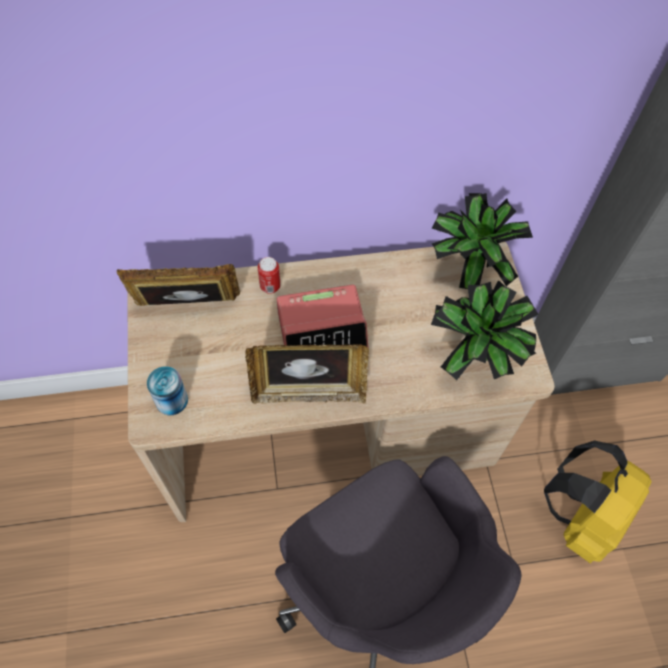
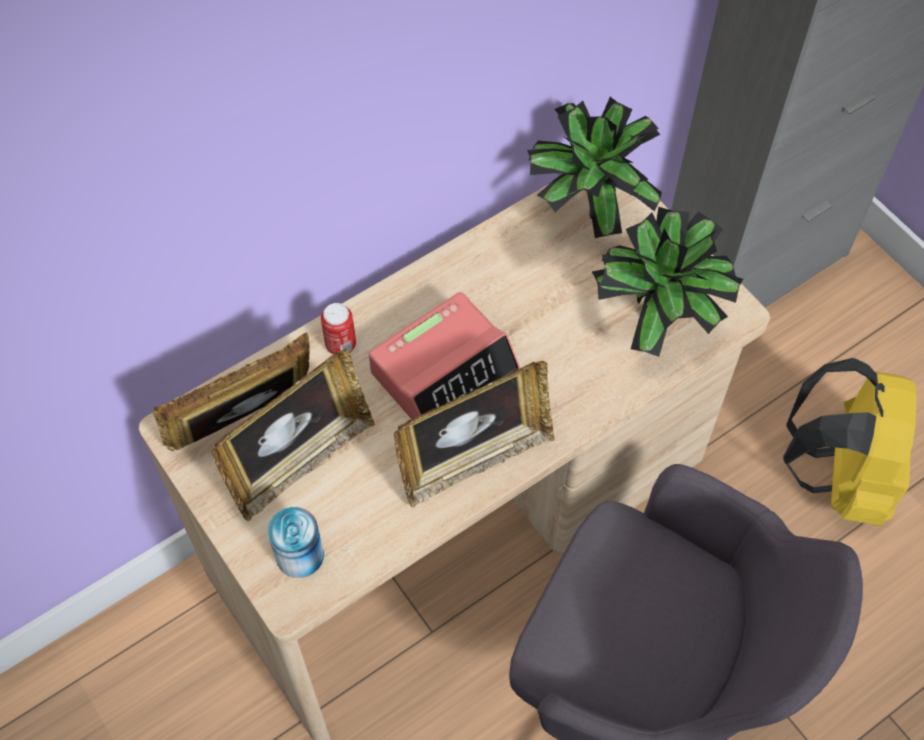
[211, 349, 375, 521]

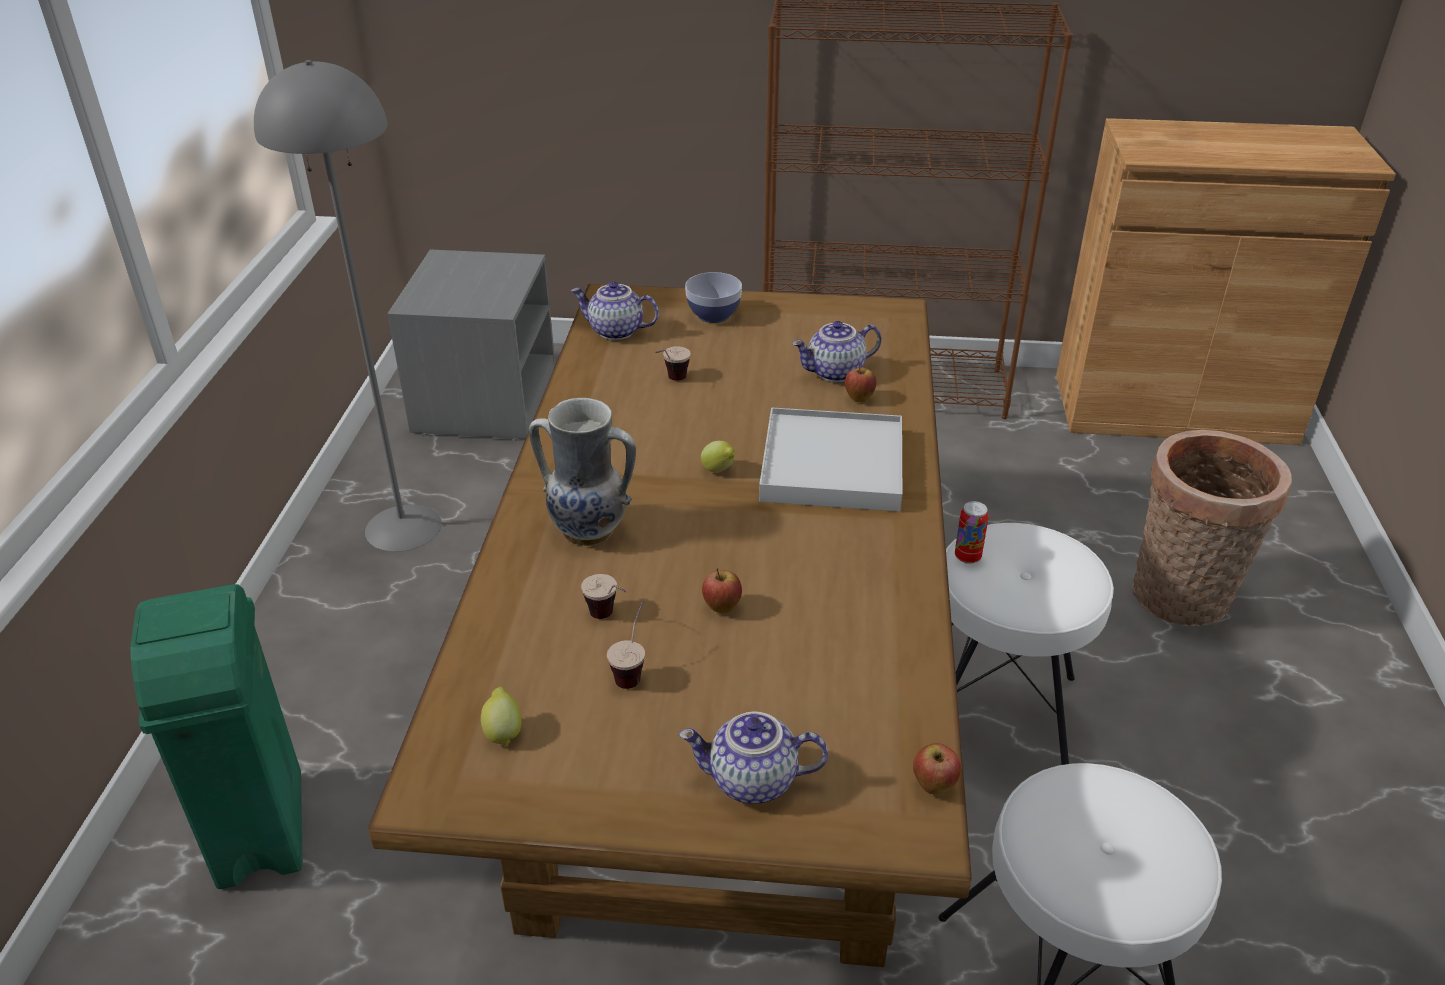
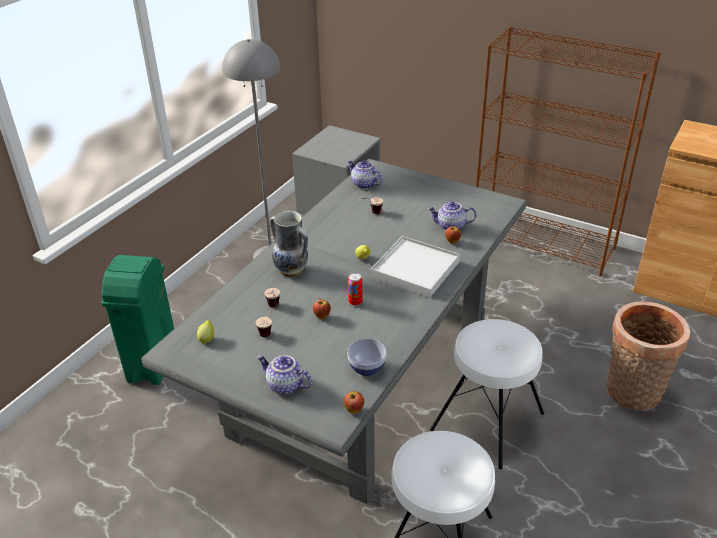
[141, 159, 527, 504]
[347, 339, 386, 376]
[348, 273, 363, 306]

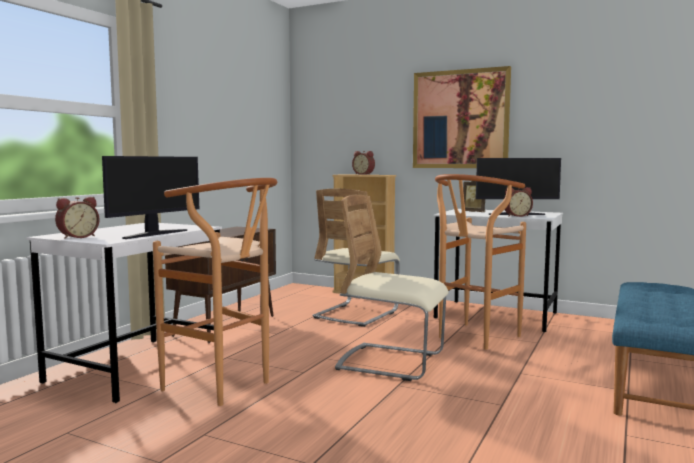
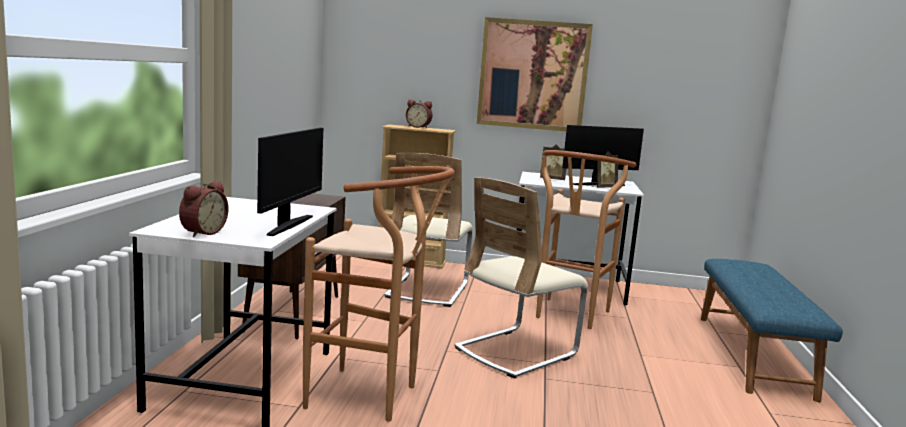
[454, 177, 588, 379]
[592, 151, 618, 188]

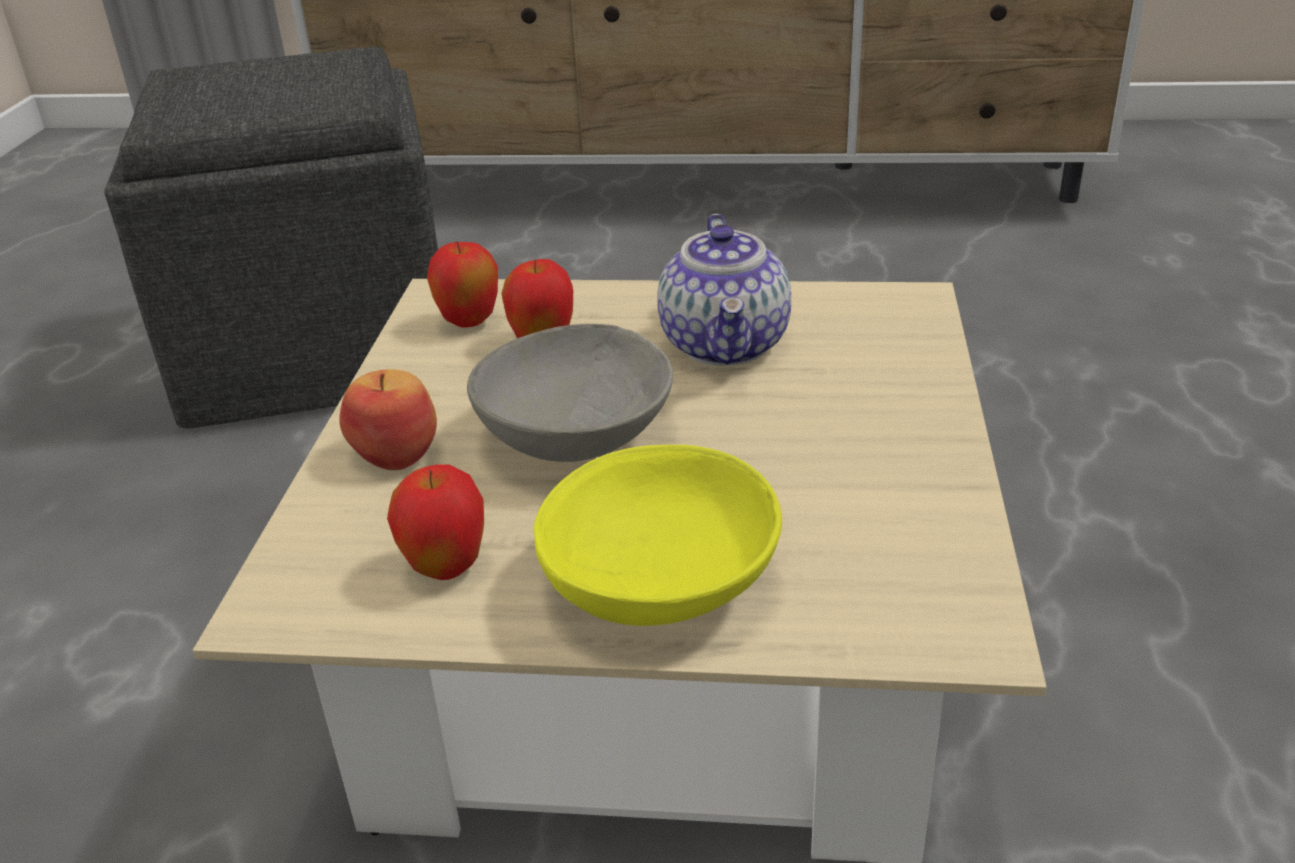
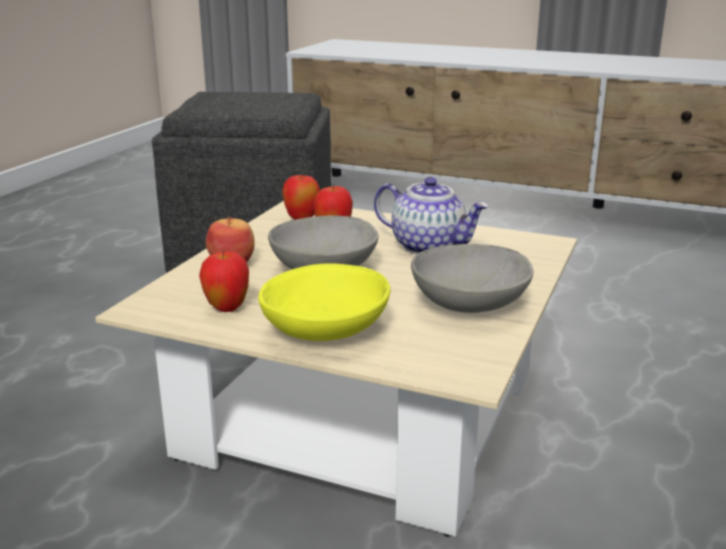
[374, 177, 489, 254]
[411, 244, 534, 313]

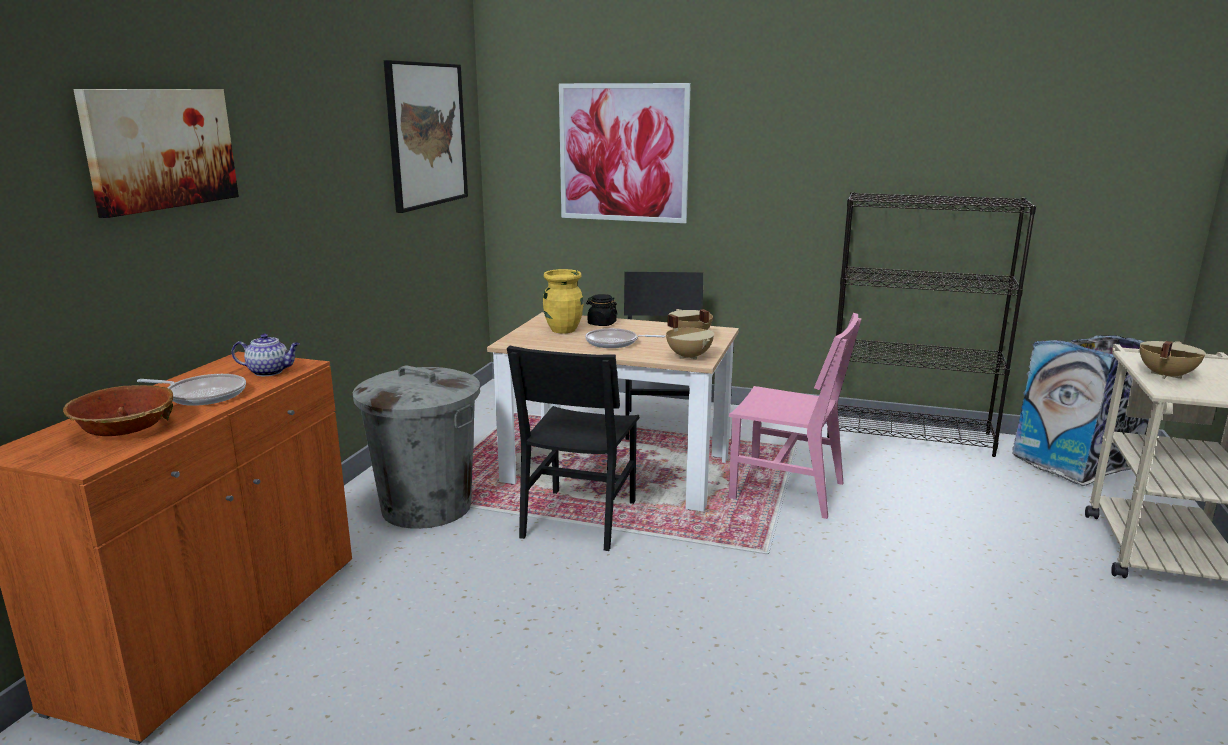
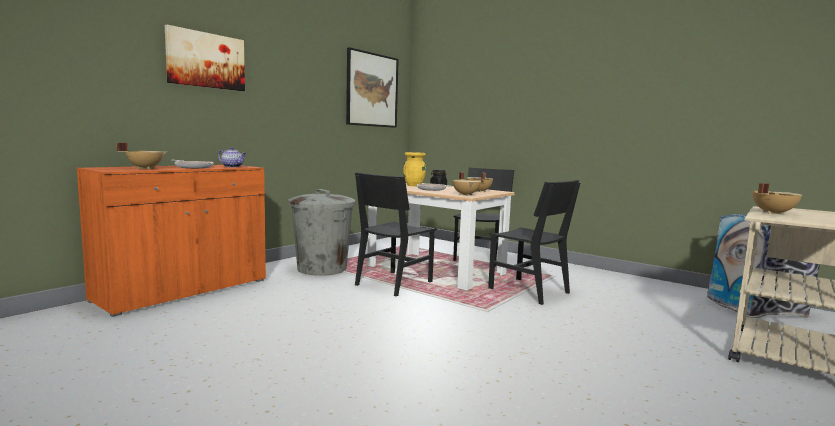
[117, 143, 167, 169]
[488, 180, 580, 305]
[559, 83, 691, 223] (first image)
[827, 192, 1036, 457] (first image)

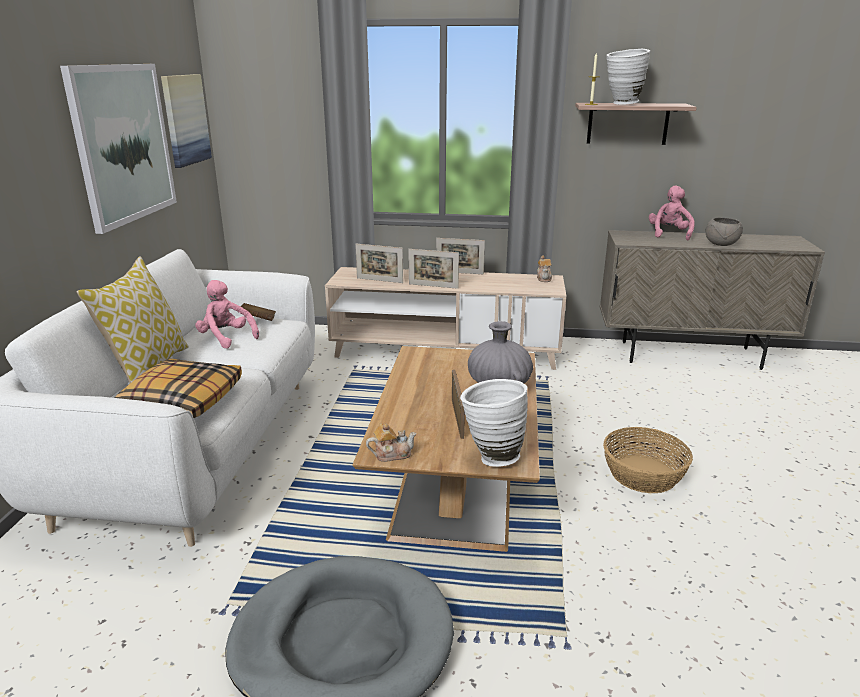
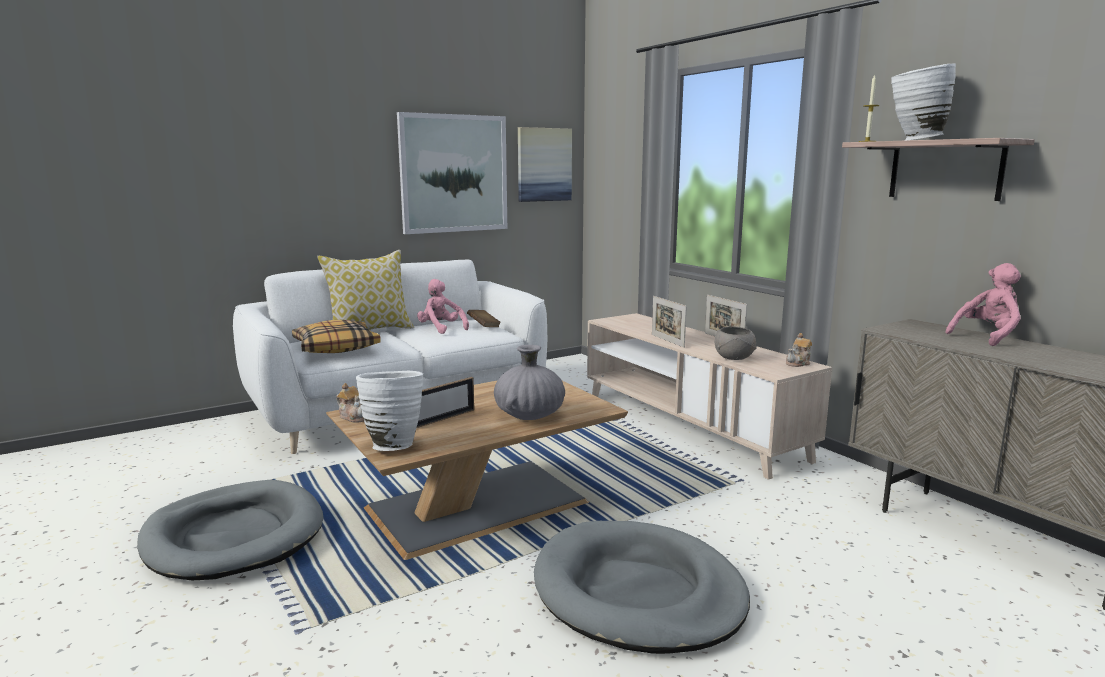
[417, 279, 469, 334]
[534, 521, 750, 654]
[715, 326, 757, 360]
[355, 244, 403, 283] (first image)

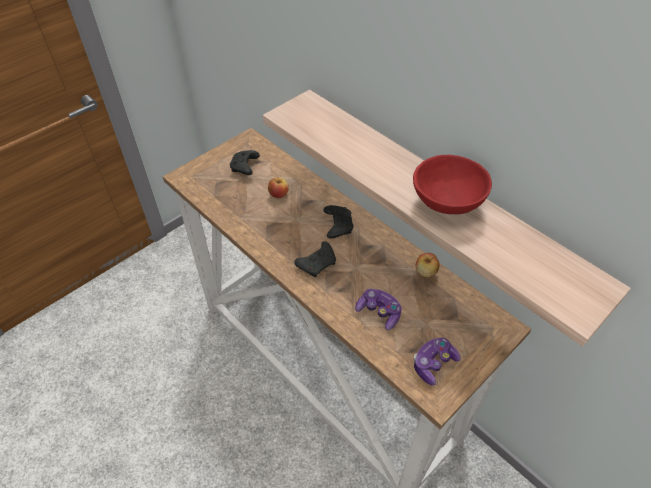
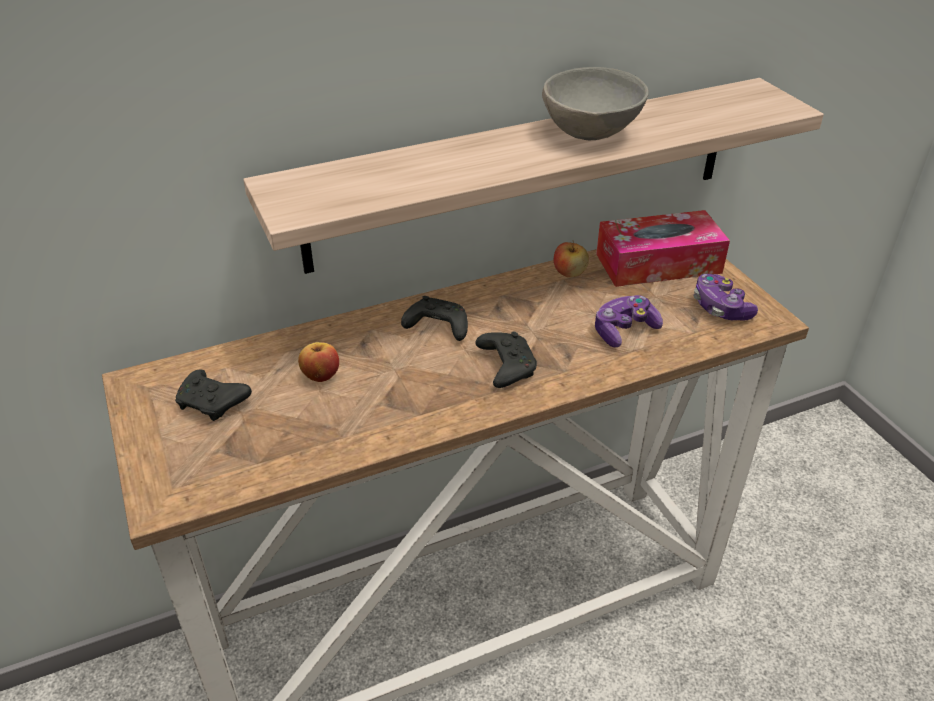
[542, 67, 649, 140]
[596, 210, 730, 287]

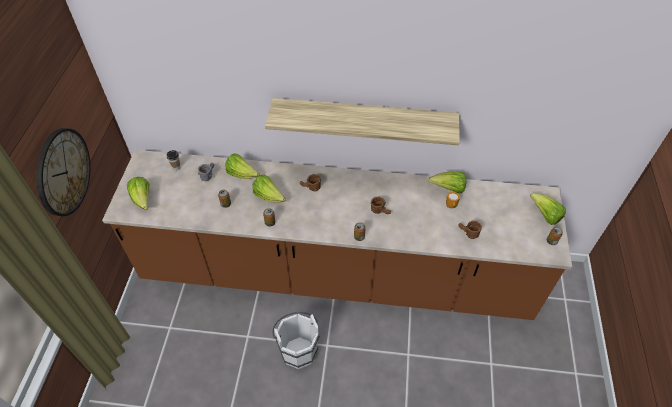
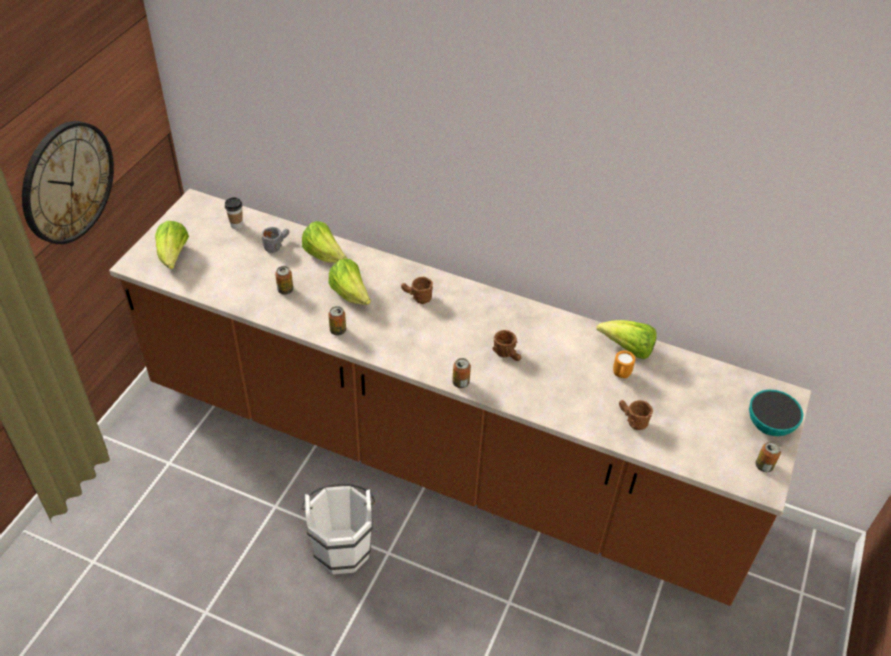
[749, 390, 803, 436]
[265, 98, 460, 145] (first image)

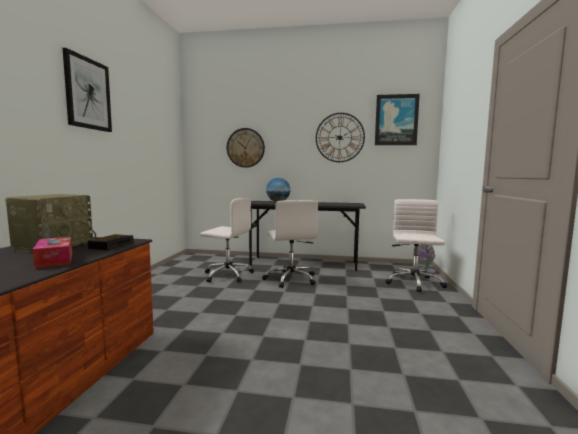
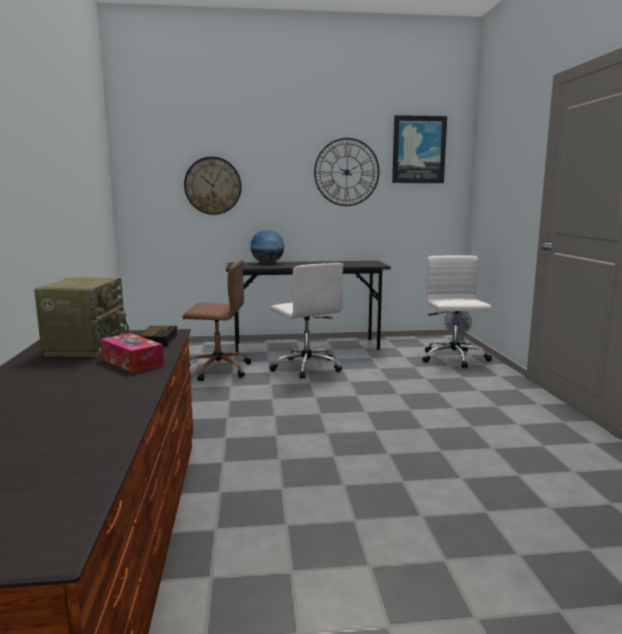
[182, 260, 251, 381]
[63, 48, 112, 132] (first image)

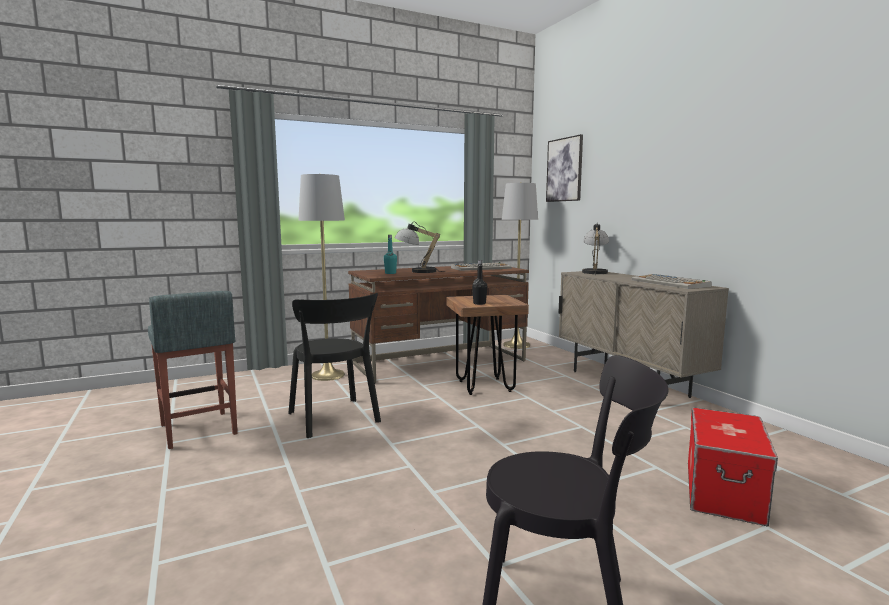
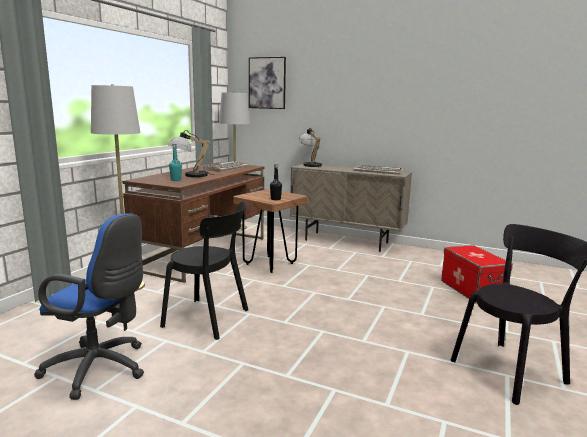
[34, 213, 144, 400]

